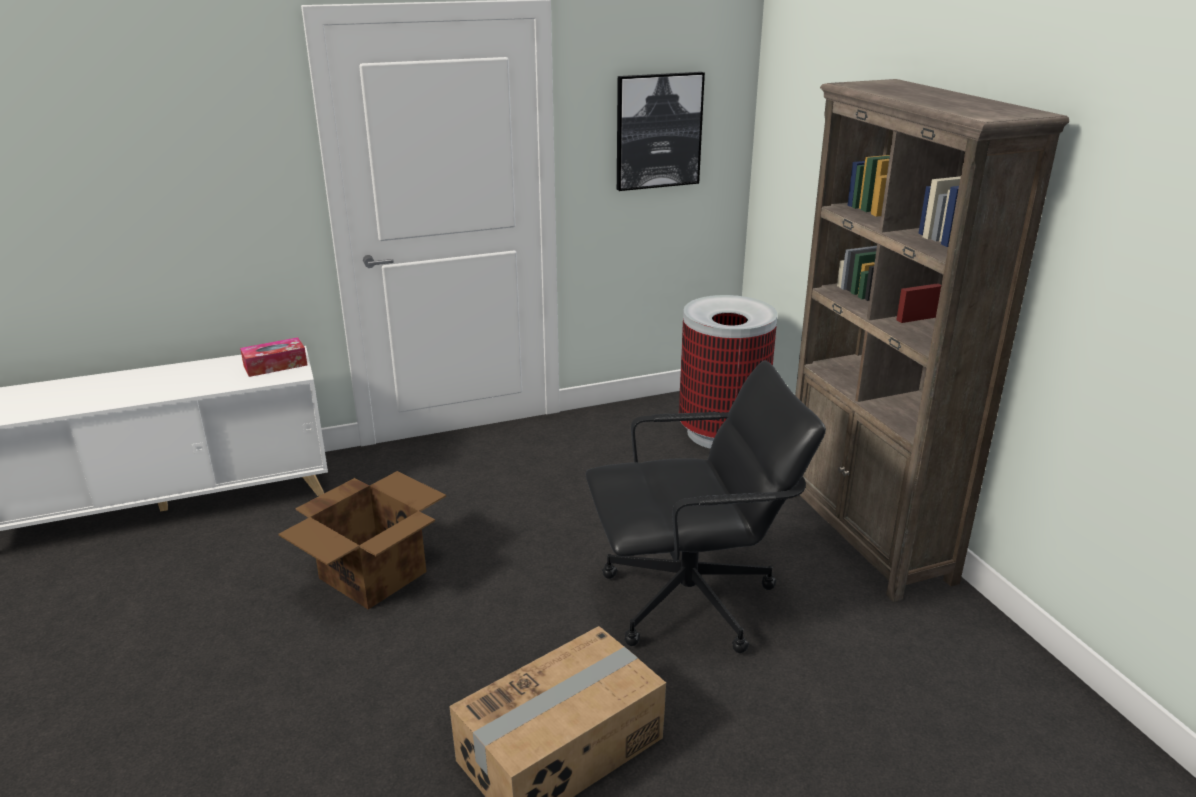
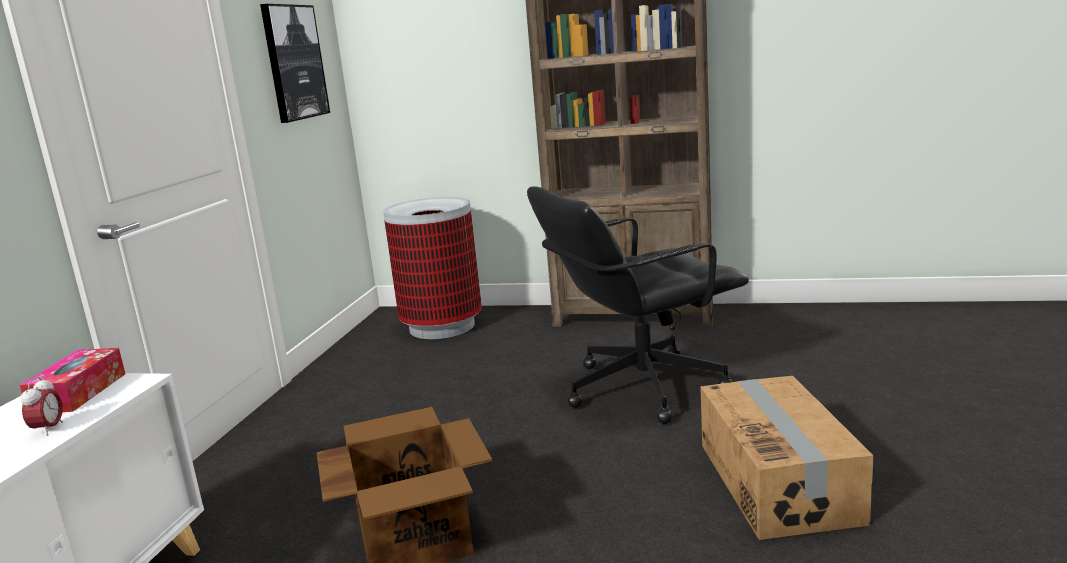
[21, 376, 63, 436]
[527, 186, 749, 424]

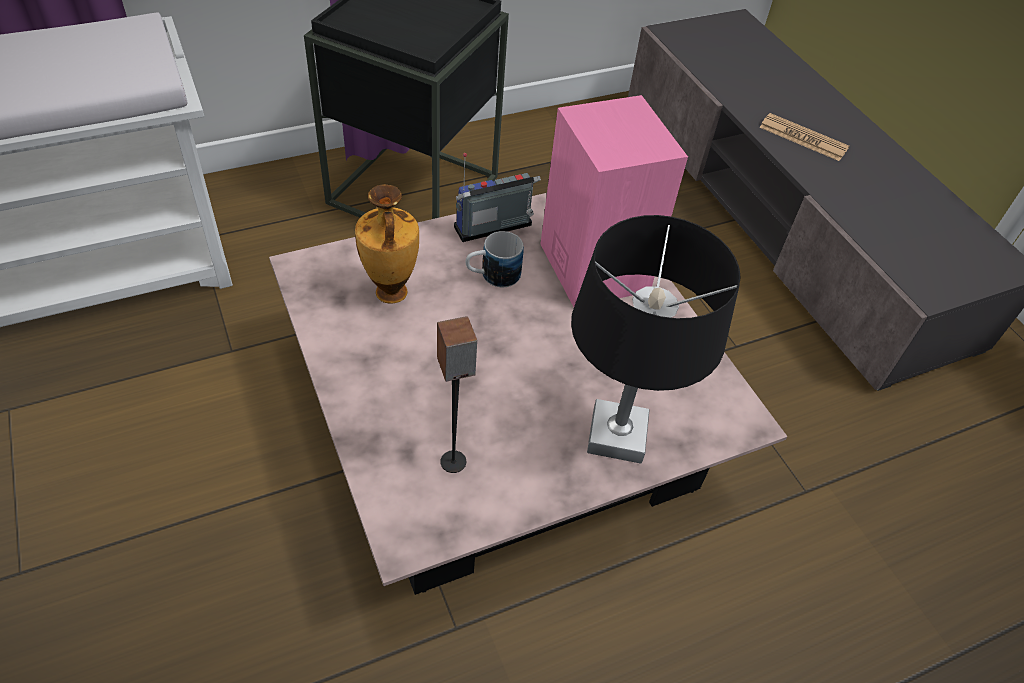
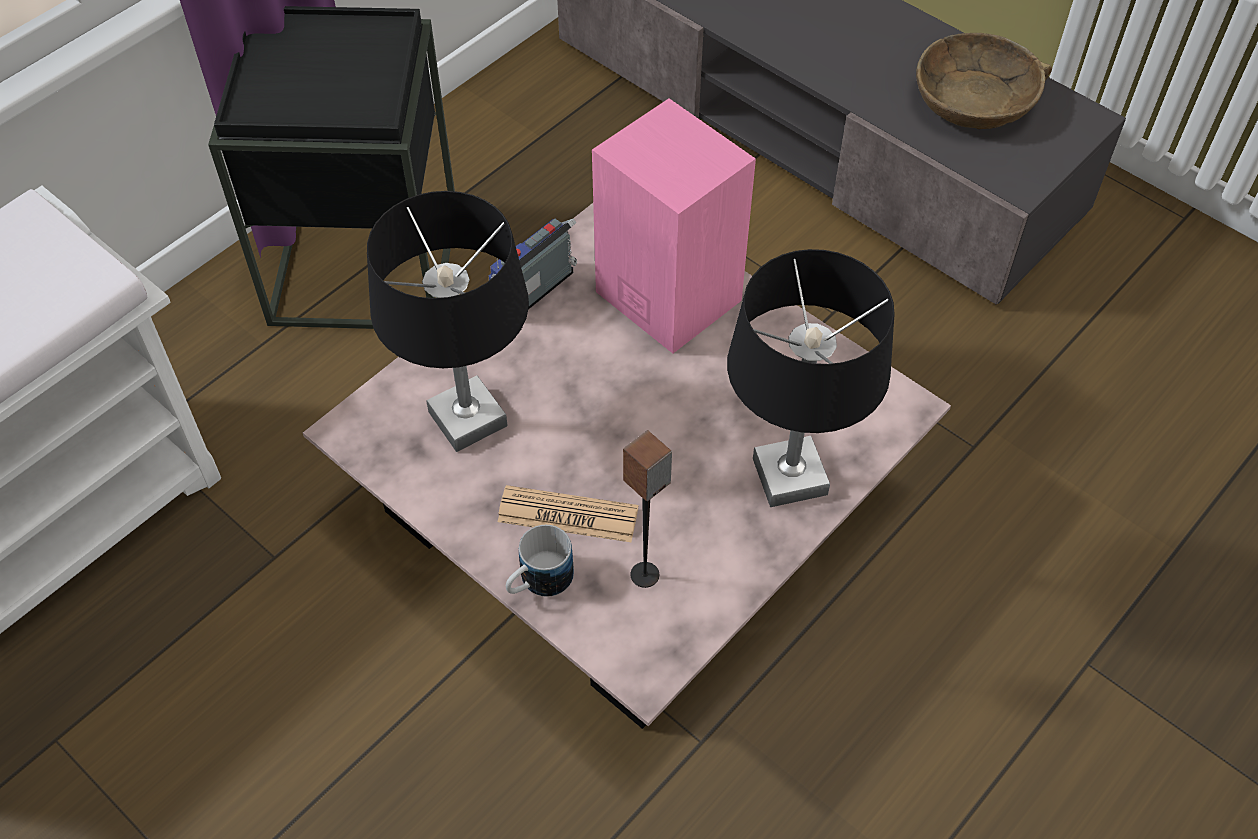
[367, 191, 529, 452]
[498, 485, 638, 542]
[506, 525, 574, 597]
[916, 33, 1052, 129]

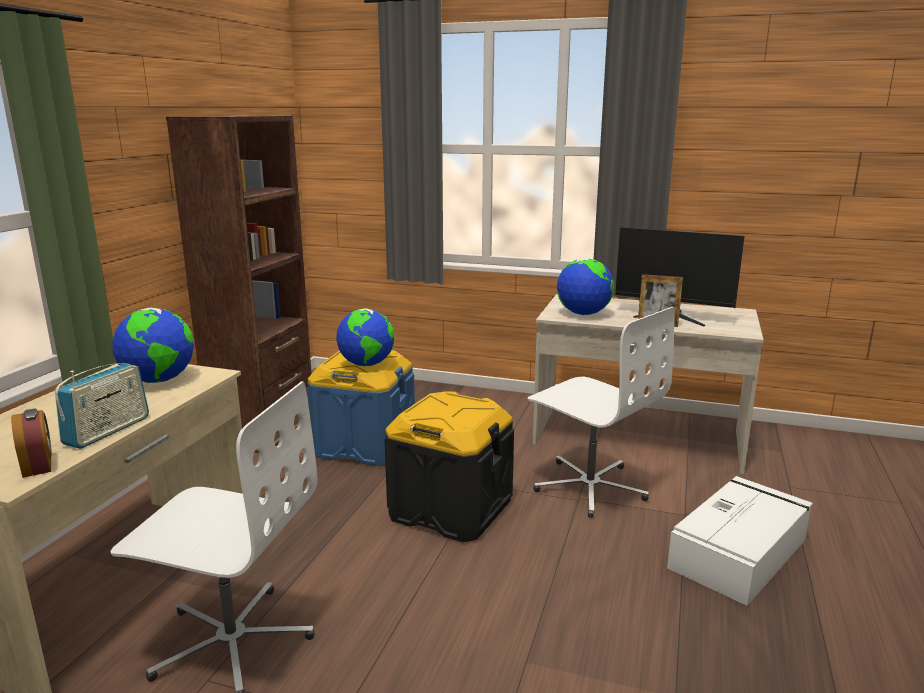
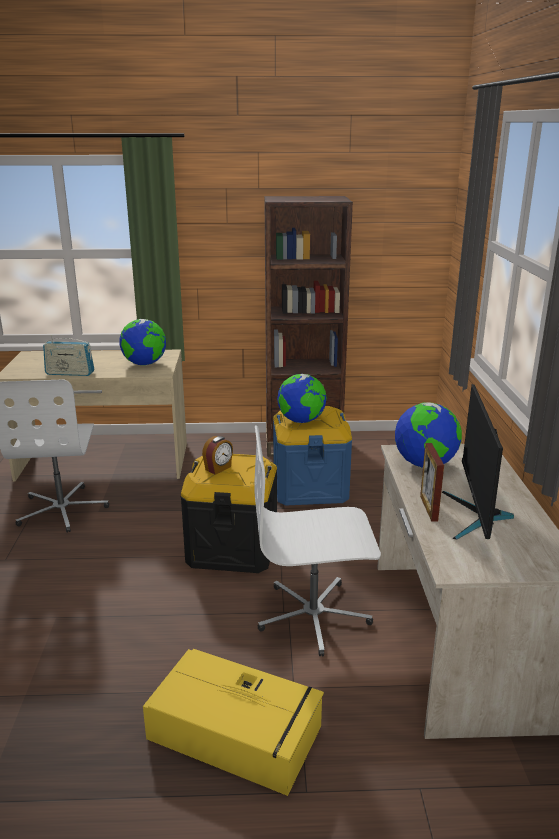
[143, 649, 324, 796]
[202, 436, 233, 475]
[254, 425, 381, 657]

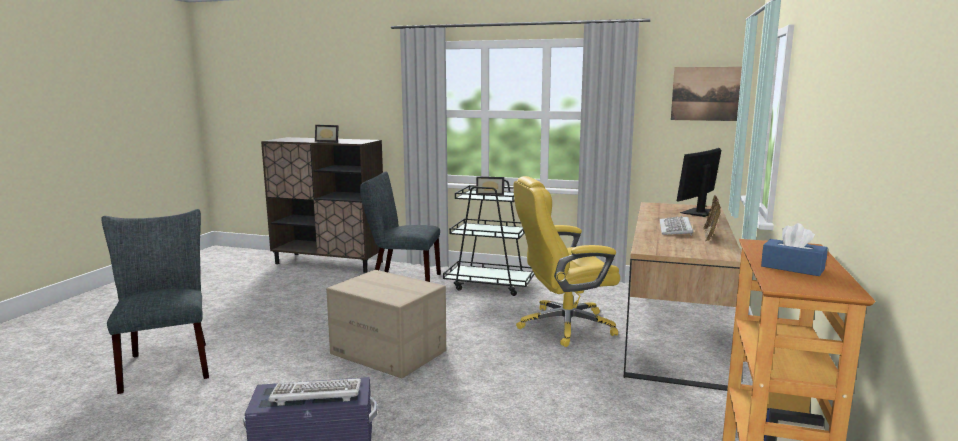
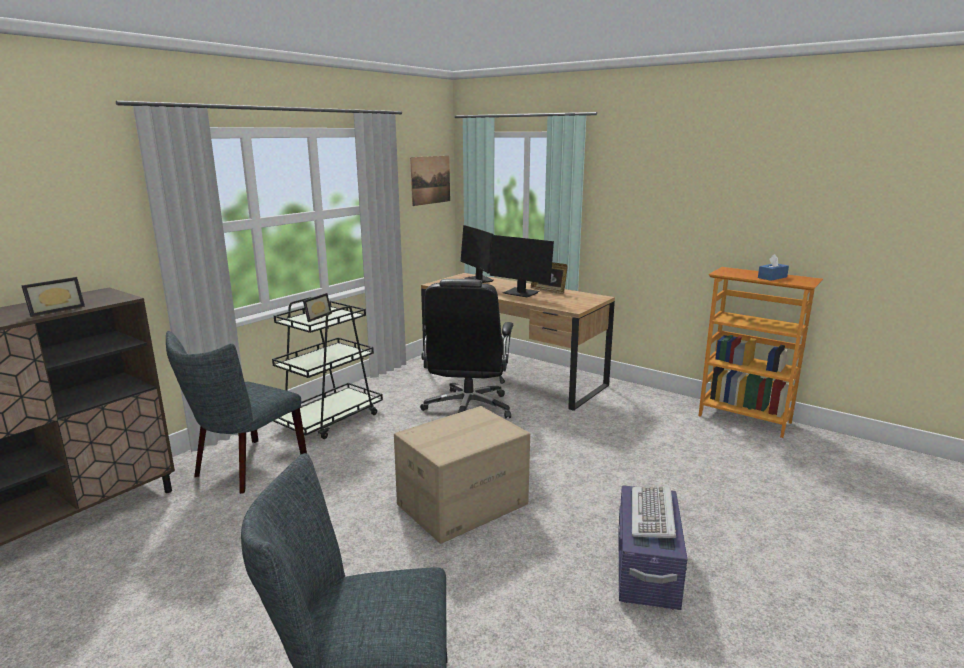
[420, 279, 513, 418]
[490, 235, 554, 297]

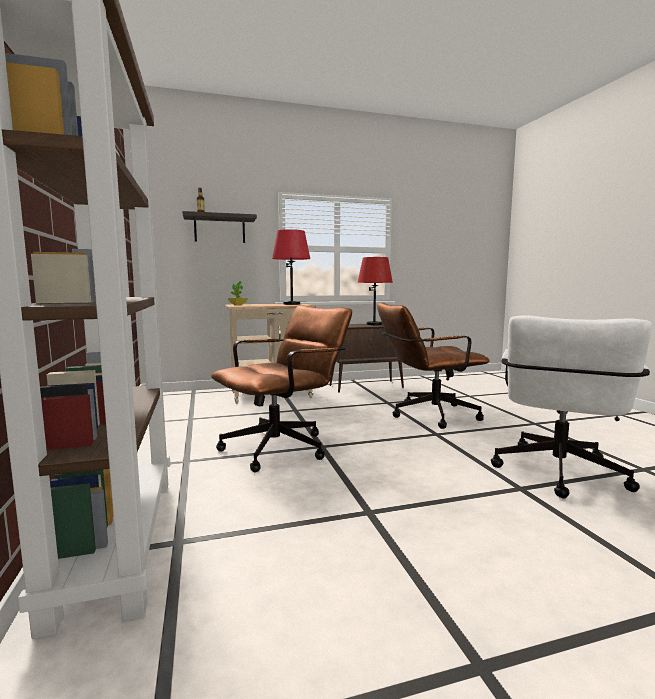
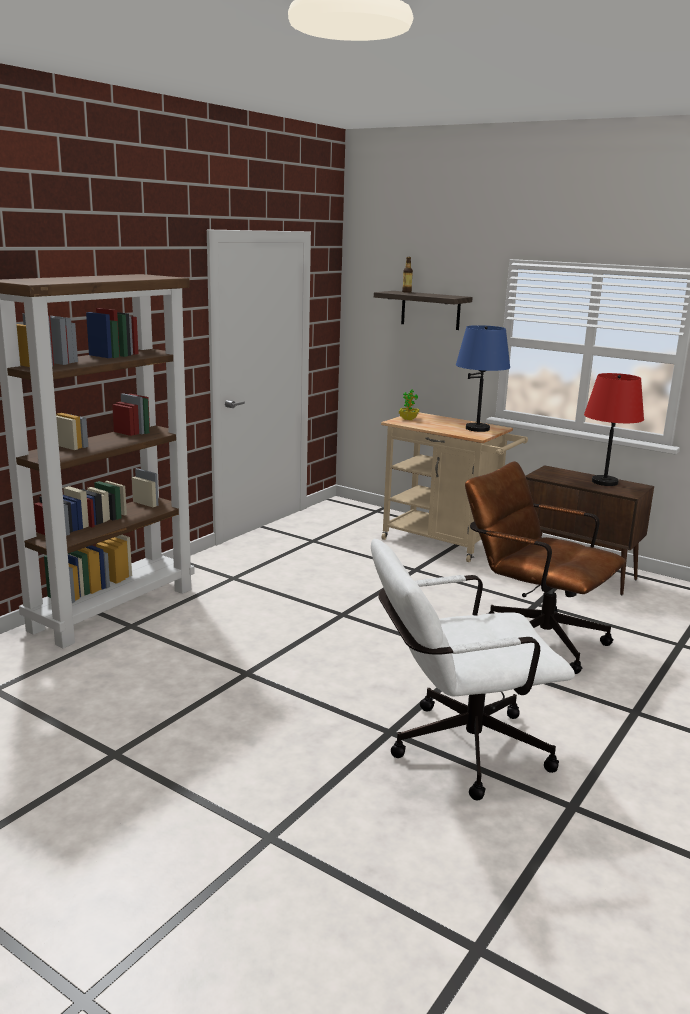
[456, 325, 510, 432]
[211, 305, 352, 472] (first image)

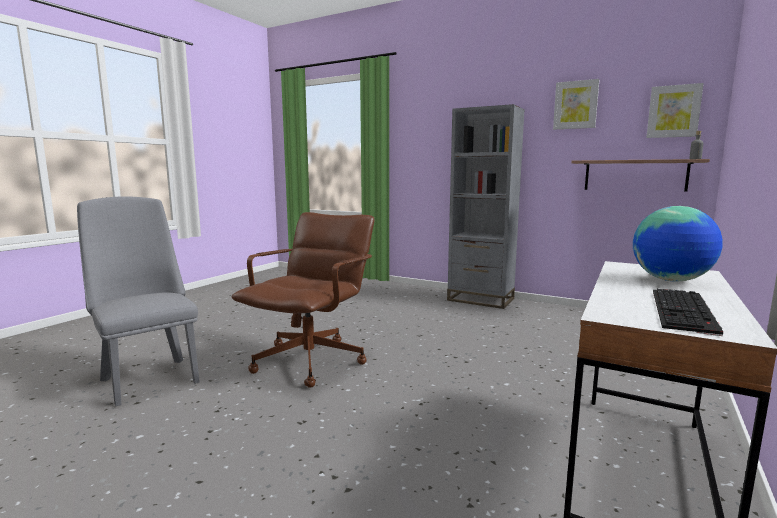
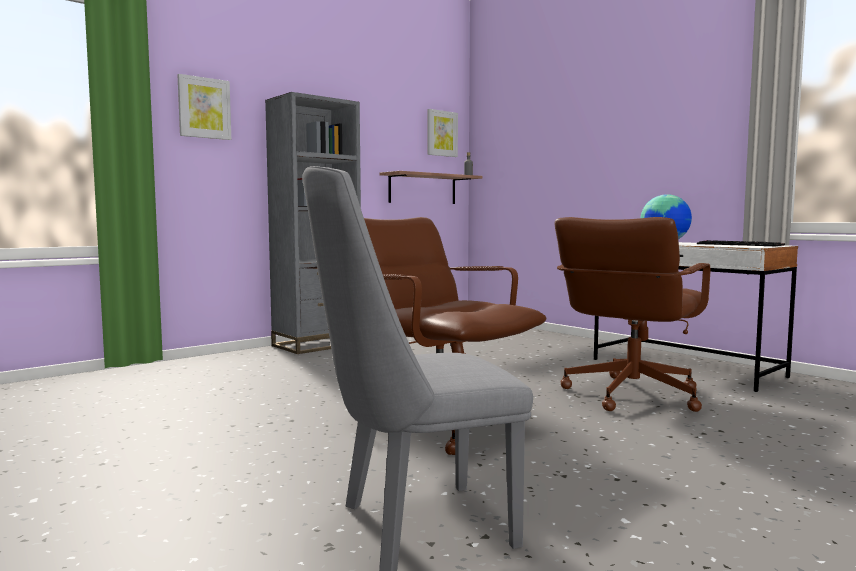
[178, 74, 231, 140]
[555, 217, 710, 412]

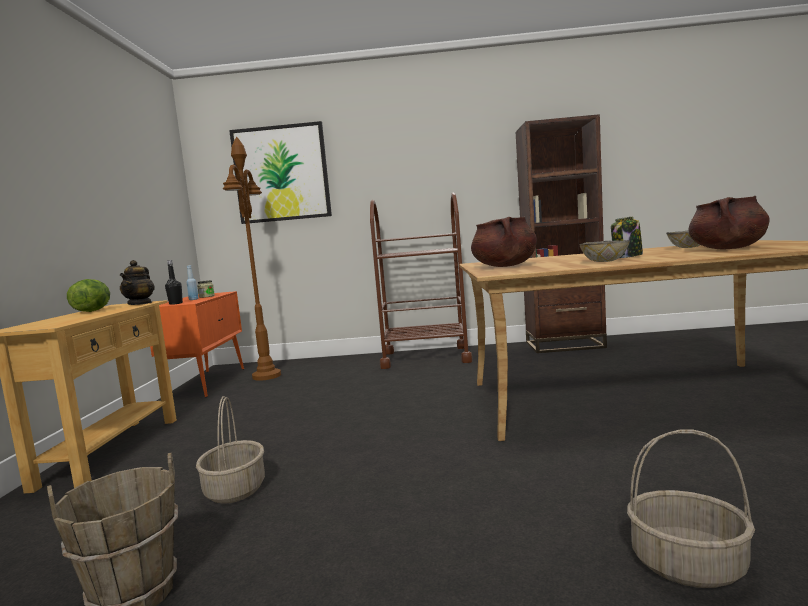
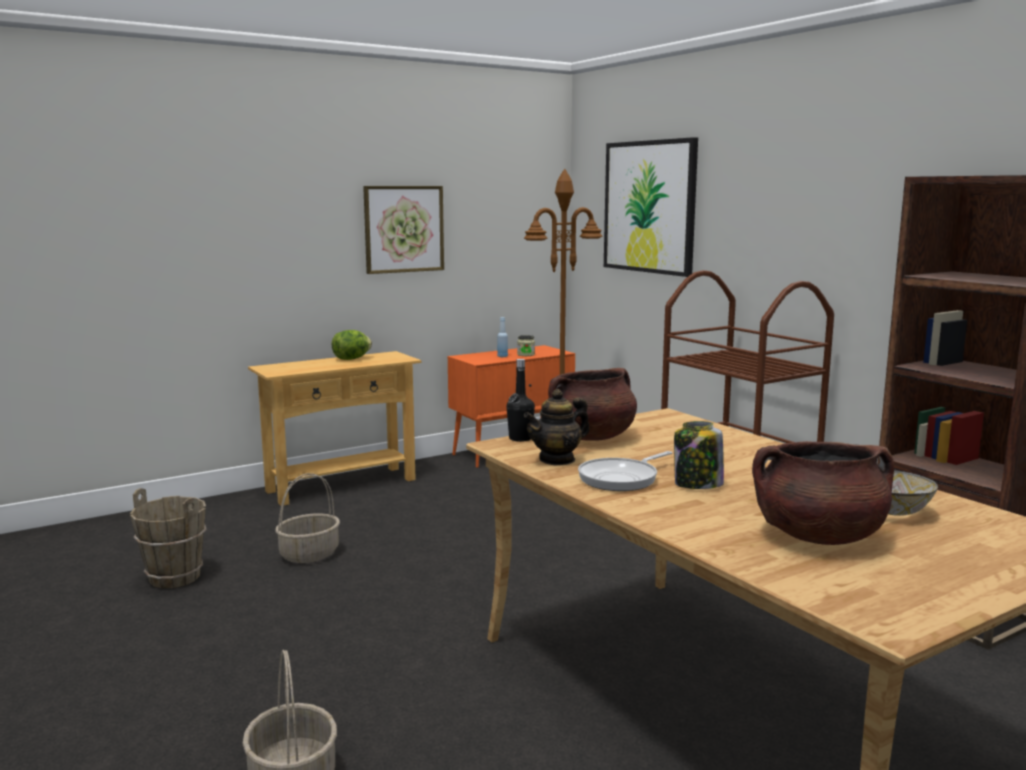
[363, 186, 444, 274]
[507, 359, 535, 442]
[524, 389, 590, 465]
[578, 451, 672, 491]

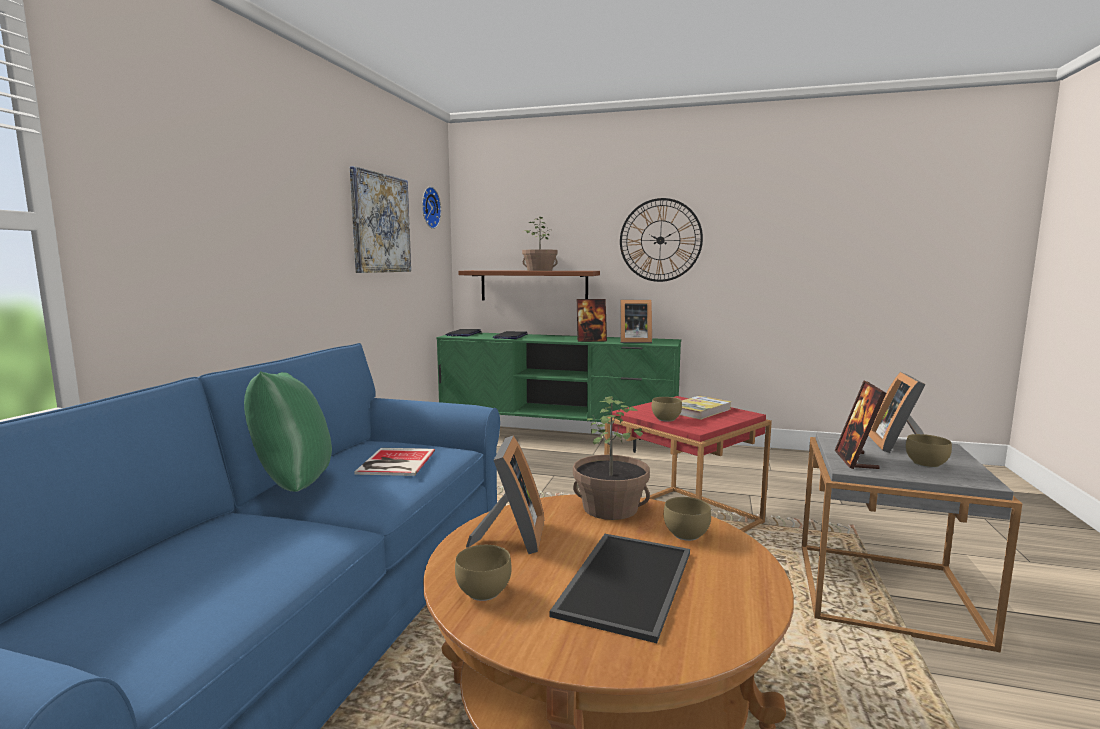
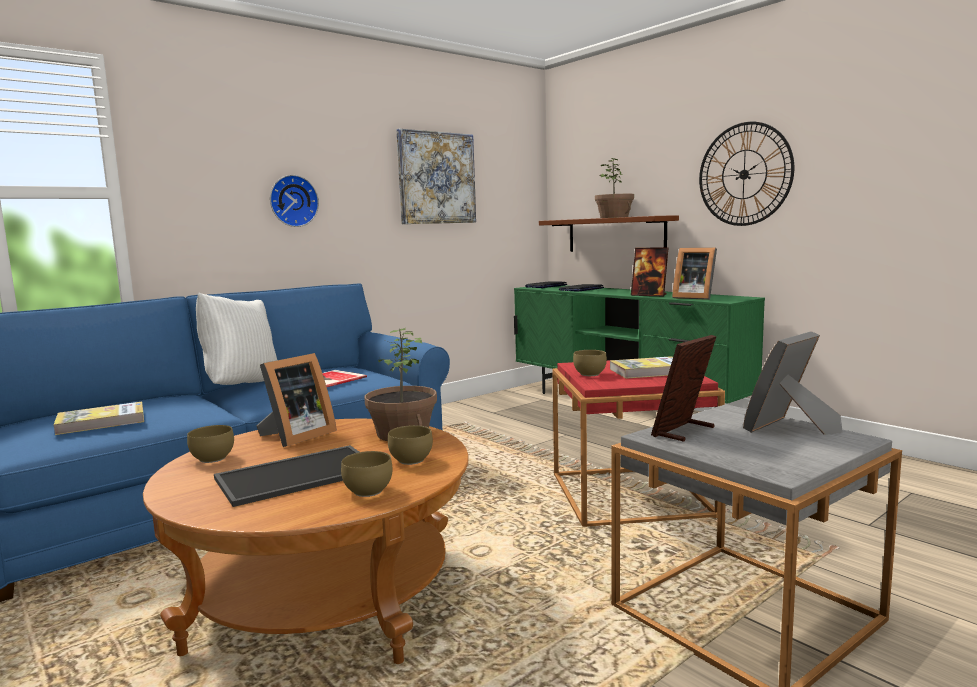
[53, 402, 144, 435]
[196, 293, 277, 385]
[270, 175, 319, 227]
[341, 451, 393, 497]

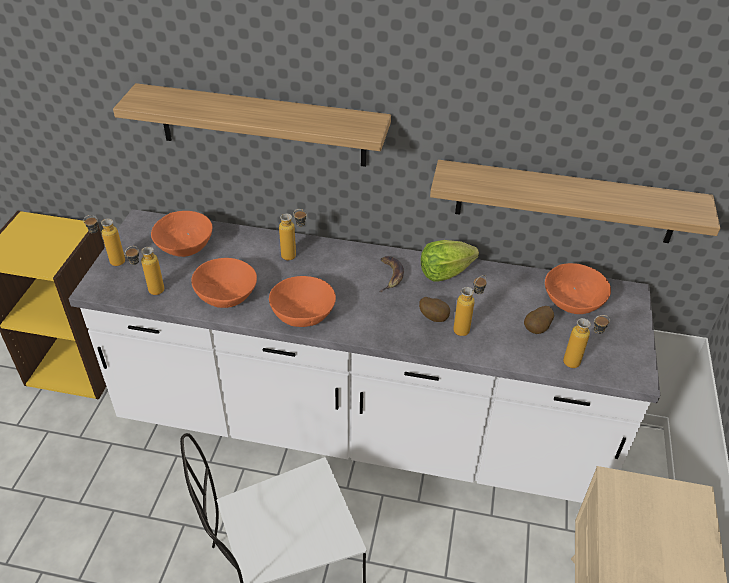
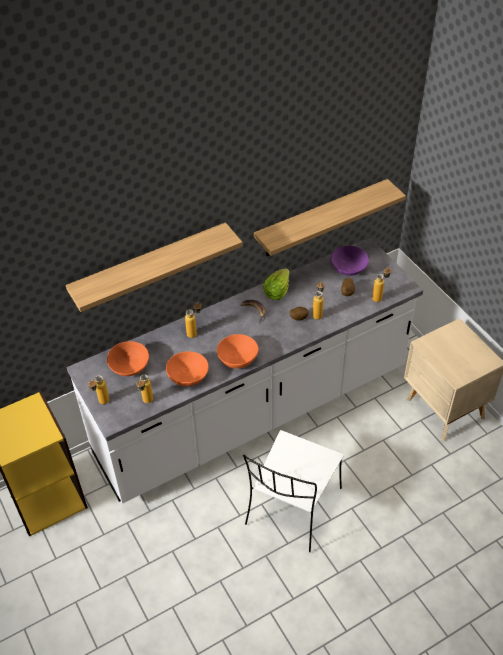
[331, 246, 369, 276]

